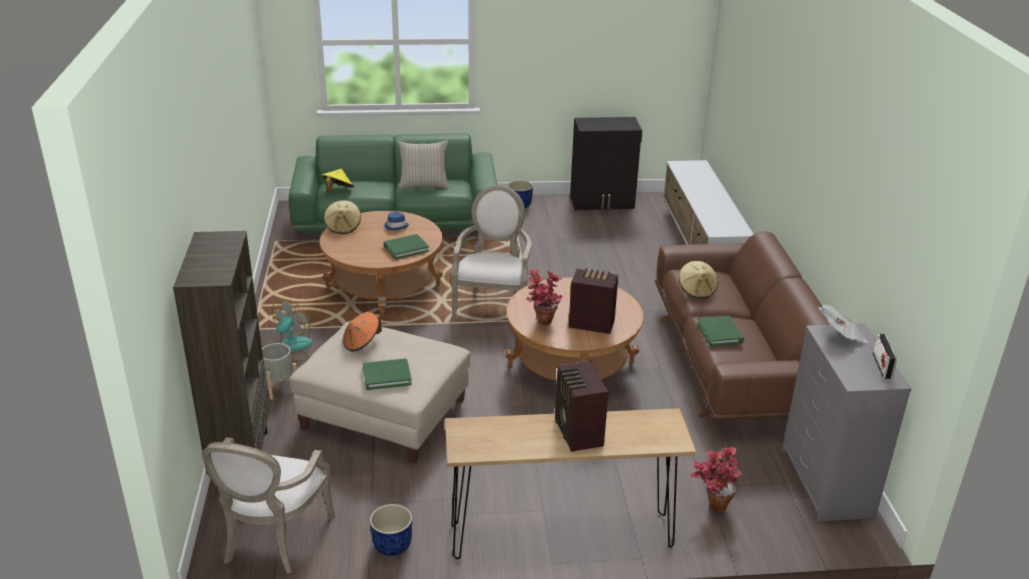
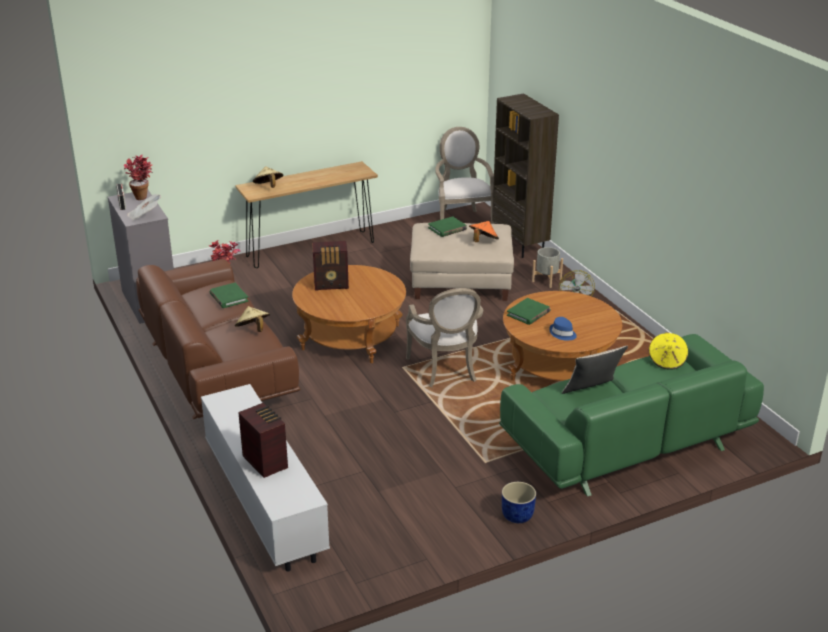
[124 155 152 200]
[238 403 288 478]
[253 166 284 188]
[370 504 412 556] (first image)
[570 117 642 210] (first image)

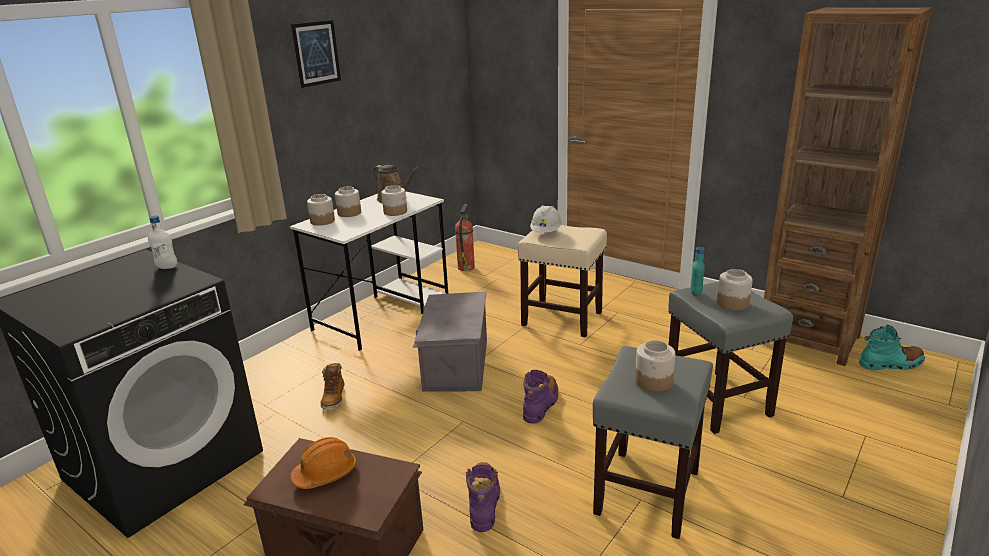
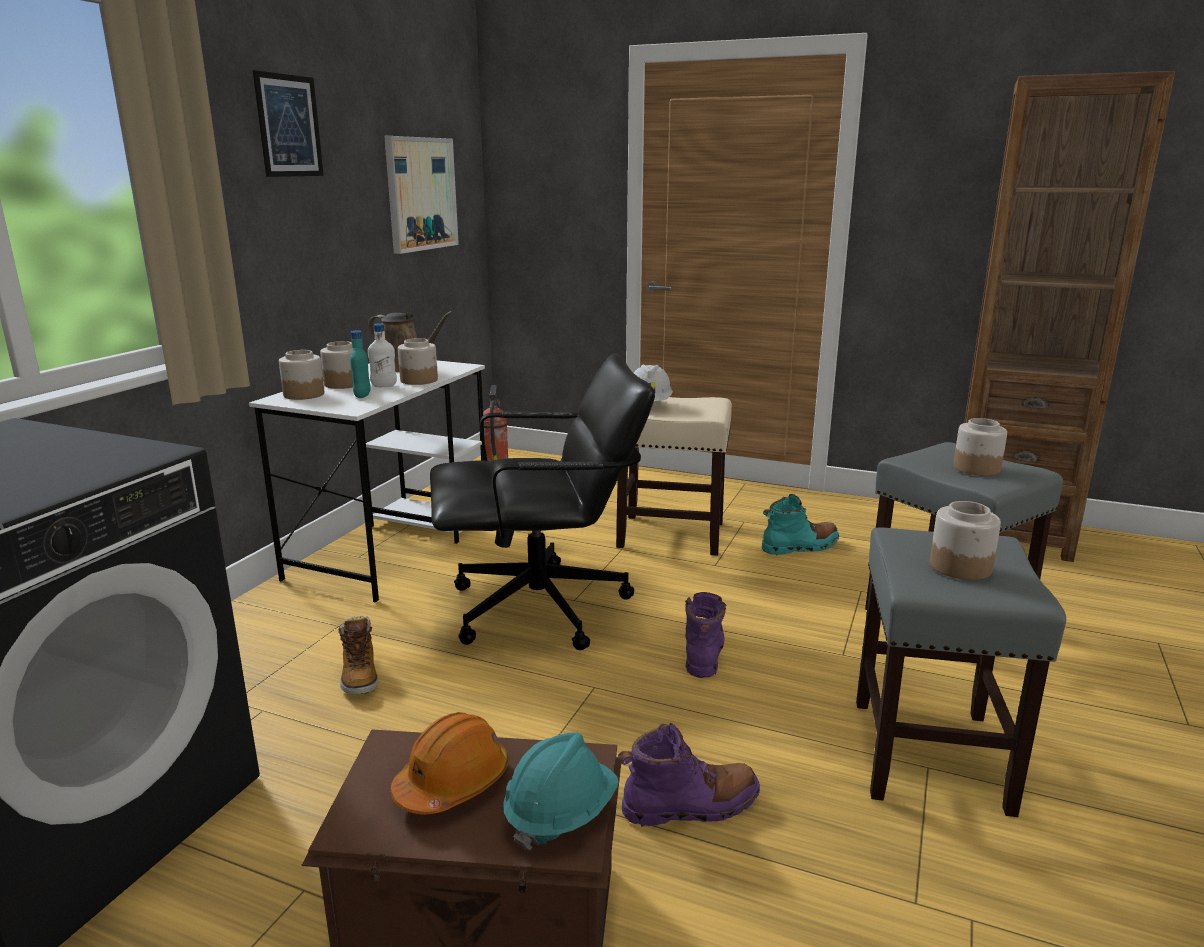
[350 330 371 398]
[368 323 397 387]
[384 136 459 254]
[430 353 655 650]
[503 732 619 851]
[618 723 760 827]
[762 494 839 556]

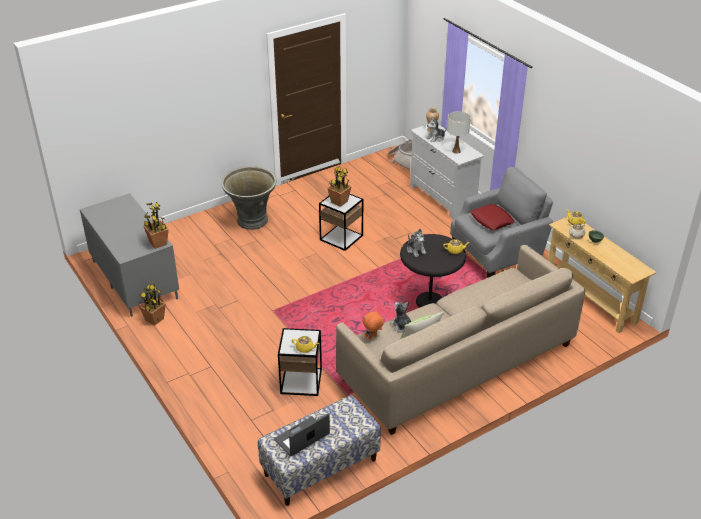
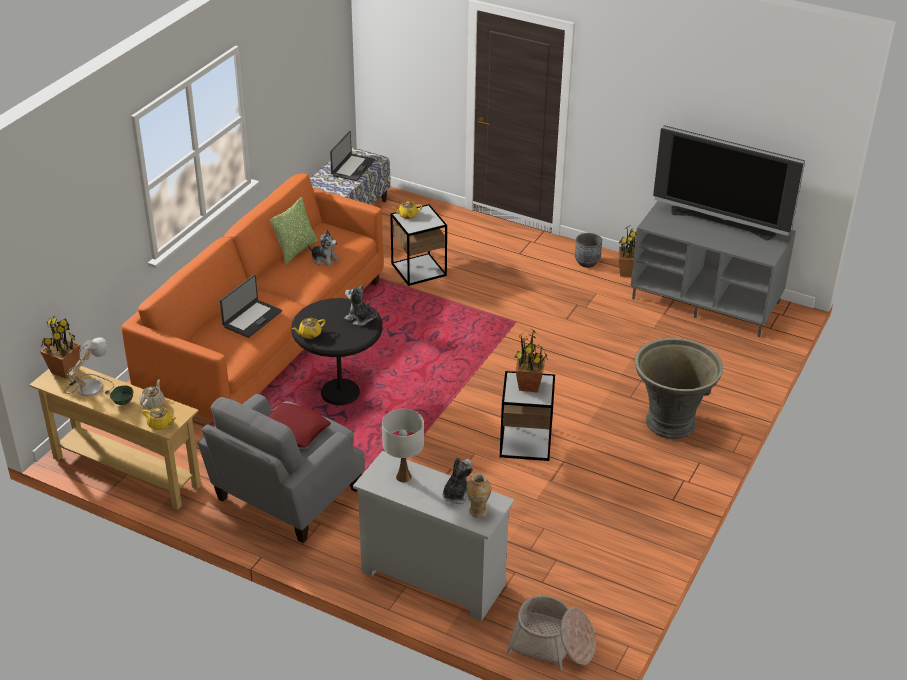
[40 316 81 379]
[64 337 114 396]
[122 174 384 420]
[220 274 282 338]
[575 233 602 268]
[653 125 805 241]
[363 310 384 339] (first image)

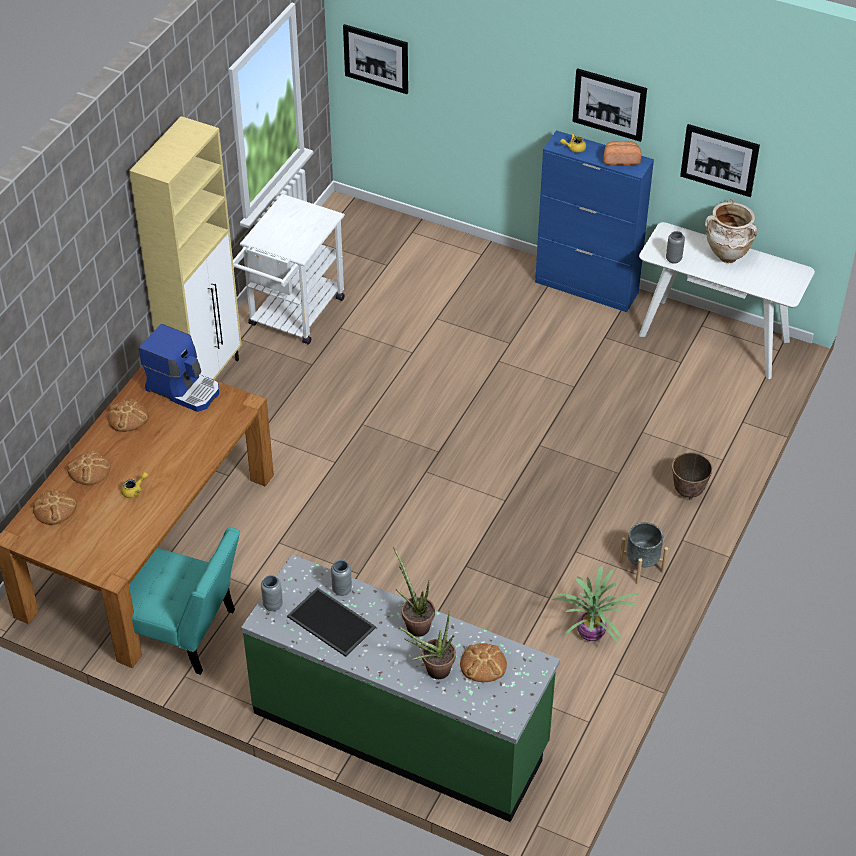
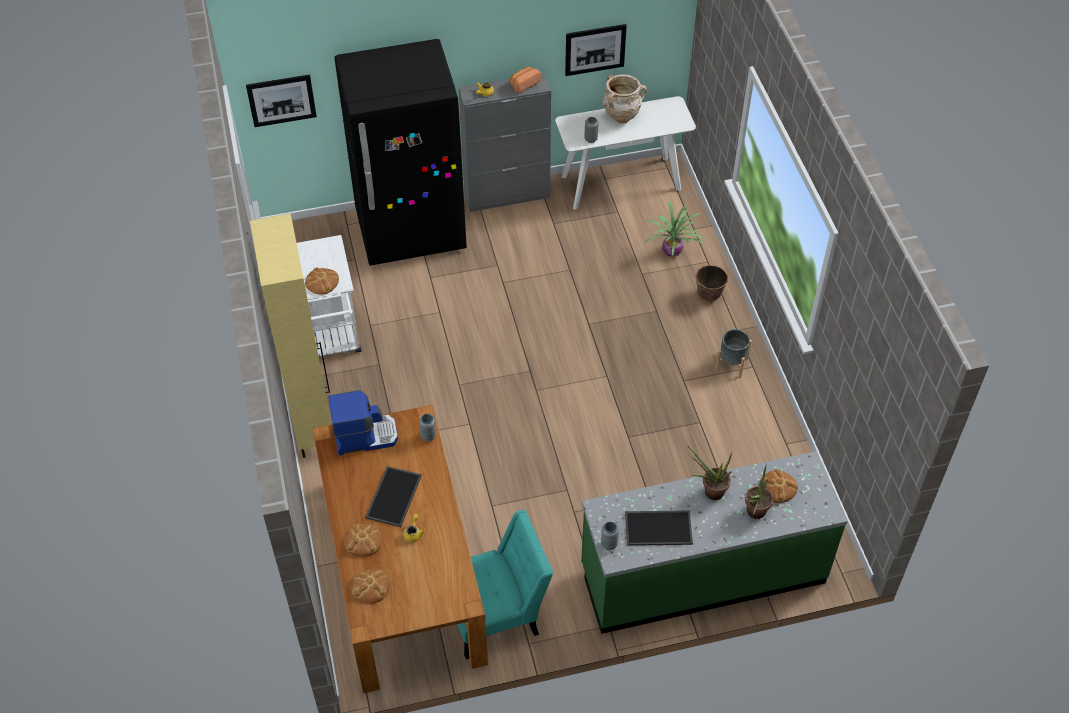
[305 268 339 295]
[334 39 467 266]
[365 466 422 527]
[419 414 436 441]
[458 73 551 212]
[645 201 705 257]
[572 68 647 142] (first image)

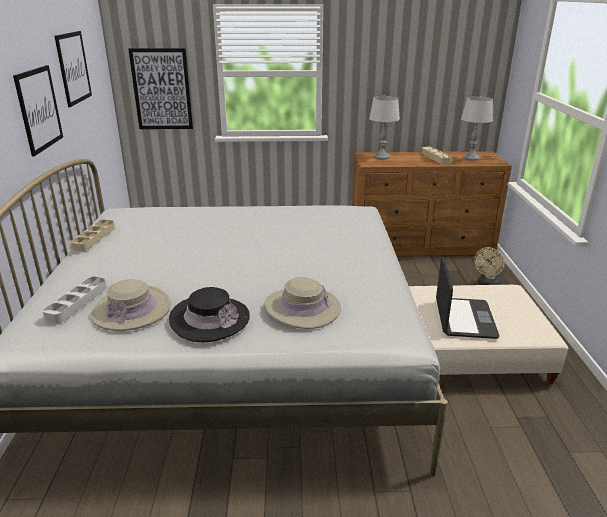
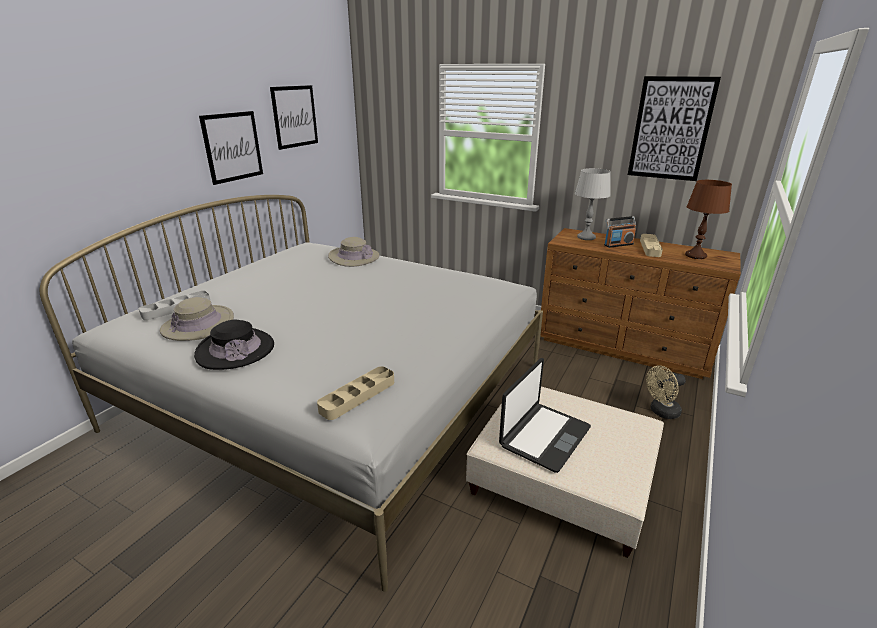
[317 366 394 420]
[328 237 379 267]
[604 216 636 248]
[628 76 721 181]
[685 180 732 259]

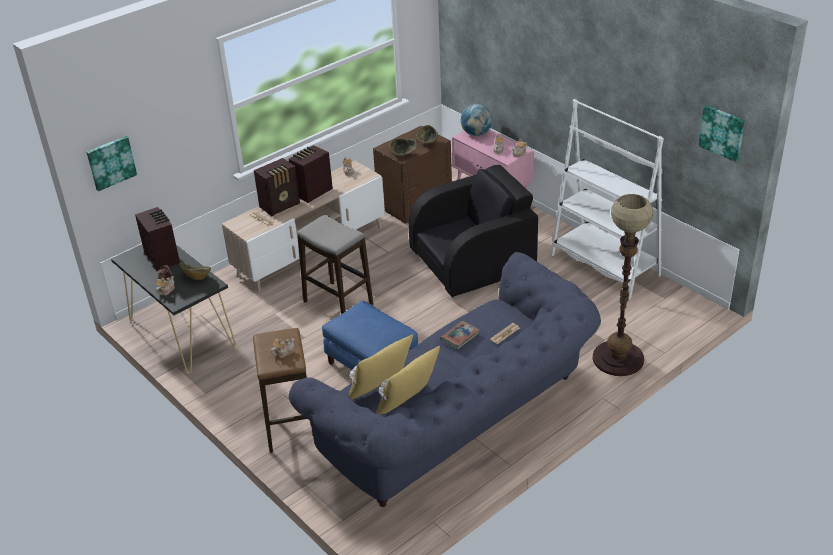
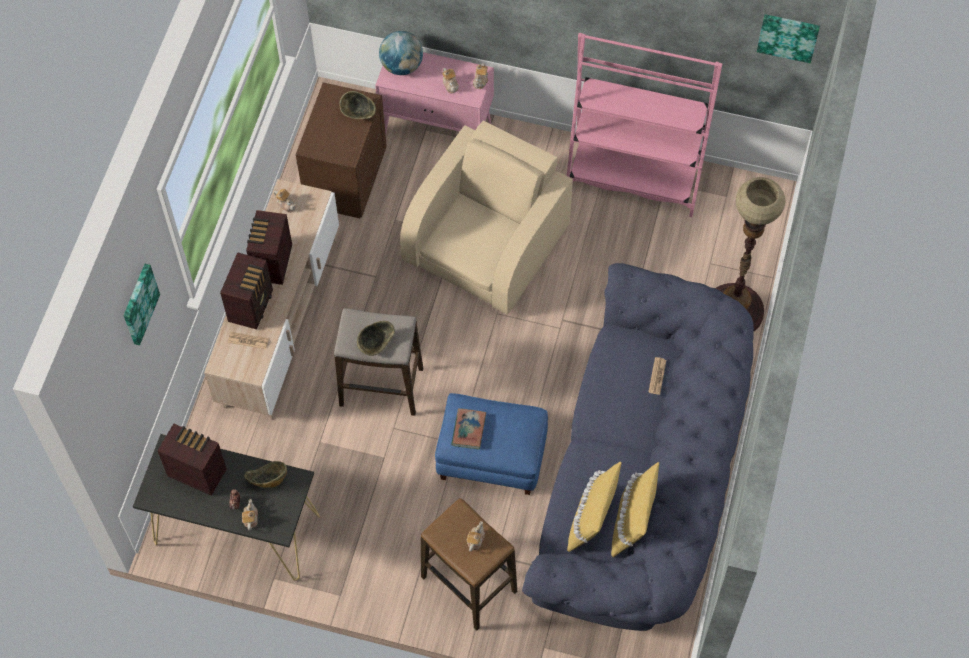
[123 264 160 345]
[357 321 395 356]
[400 121 573 315]
[451 408 486 450]
[567 33 722 217]

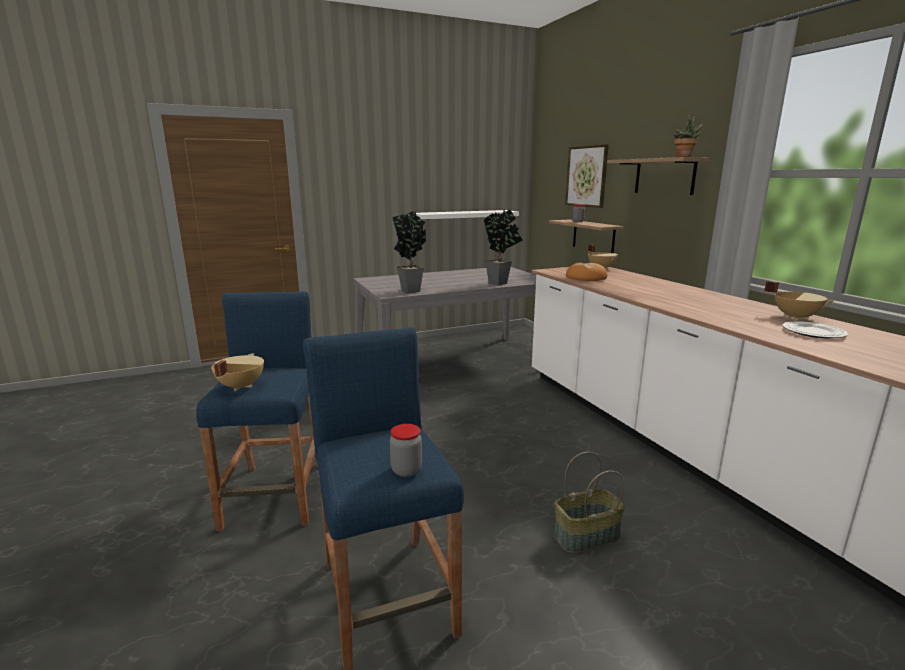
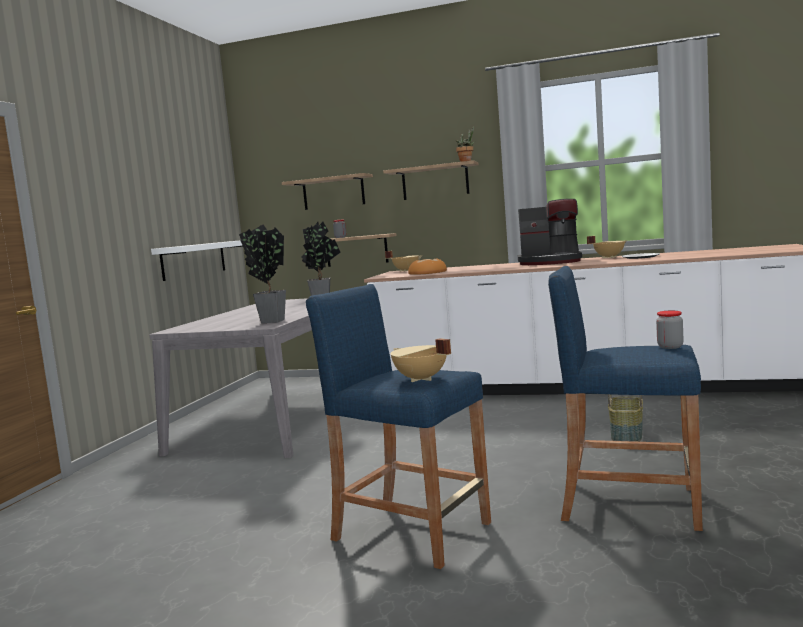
[282 173 373 210]
[518 199 582 265]

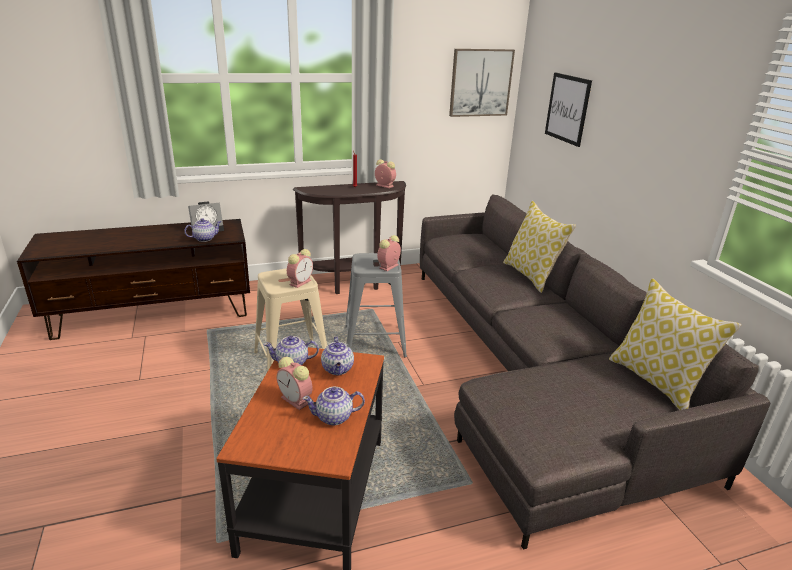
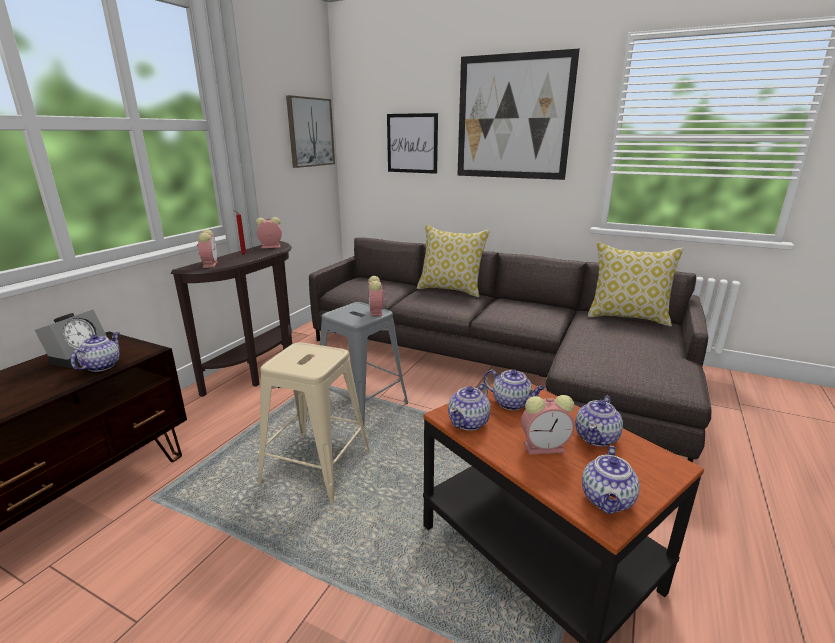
[197 229 218 268]
[457 49 580 180]
[582 446 640 514]

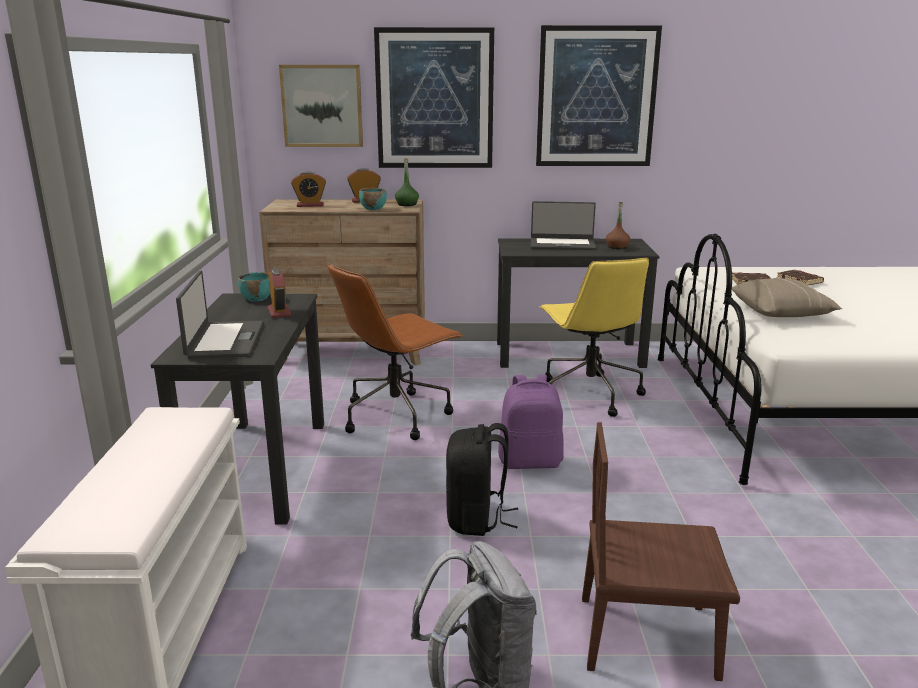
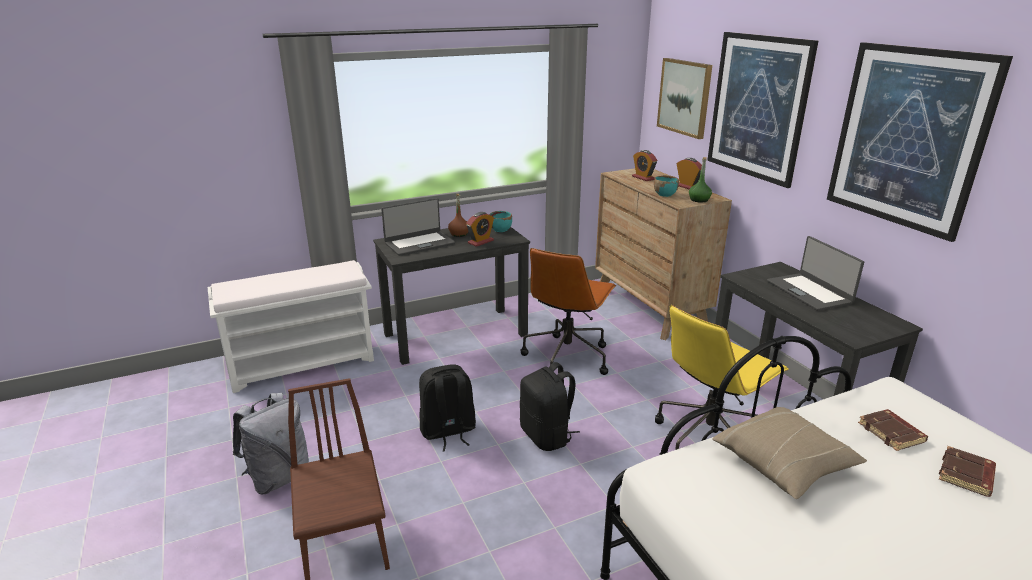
[448 194 469 237]
[520 362 580 451]
[521 248 616 375]

